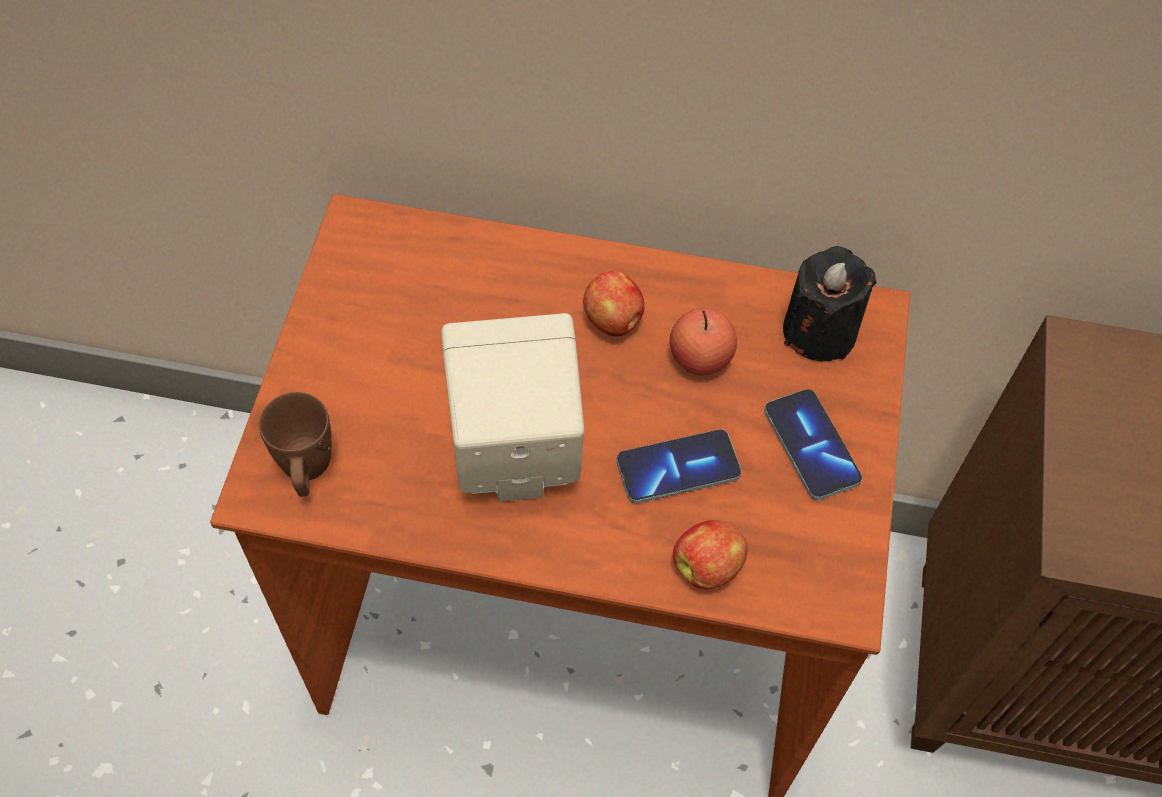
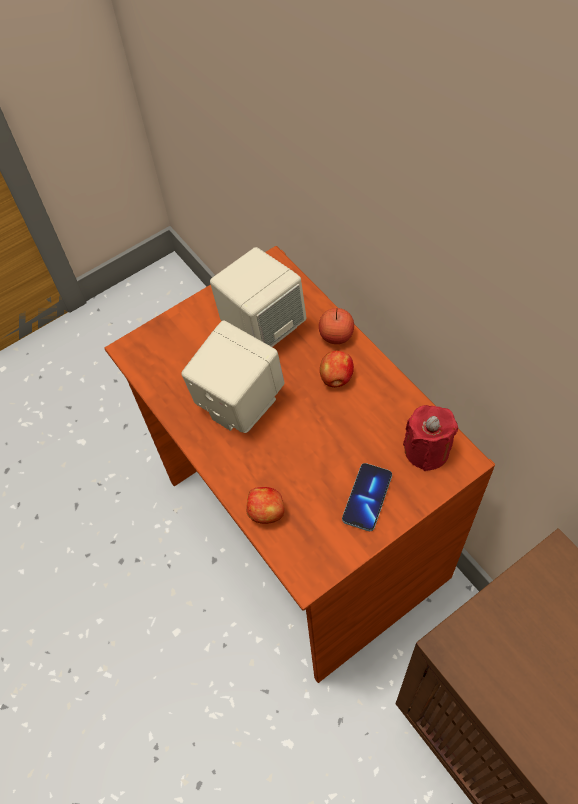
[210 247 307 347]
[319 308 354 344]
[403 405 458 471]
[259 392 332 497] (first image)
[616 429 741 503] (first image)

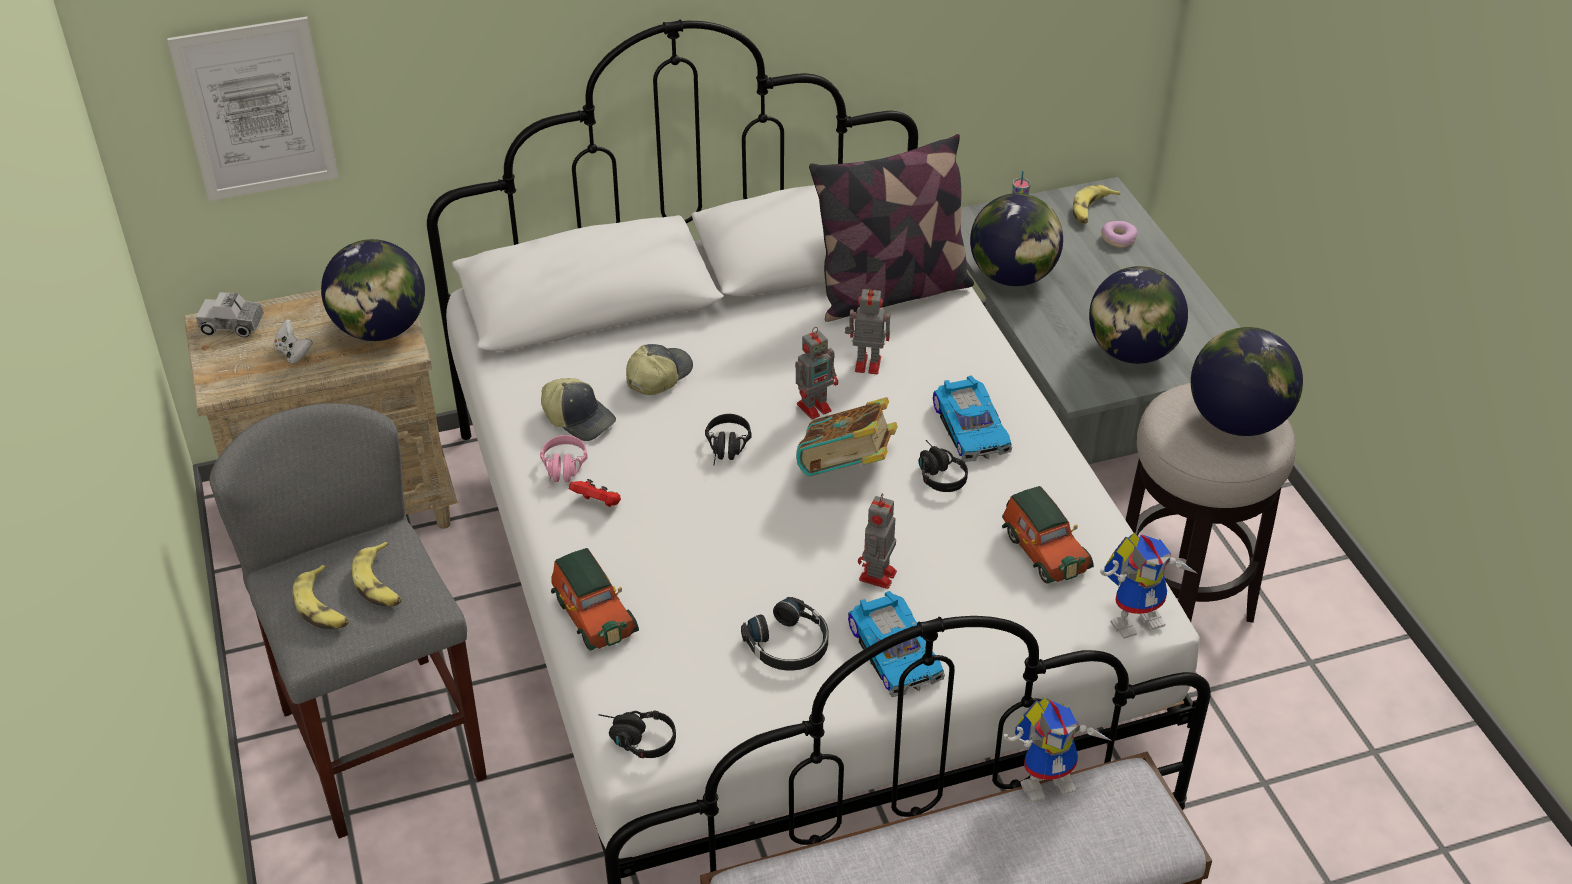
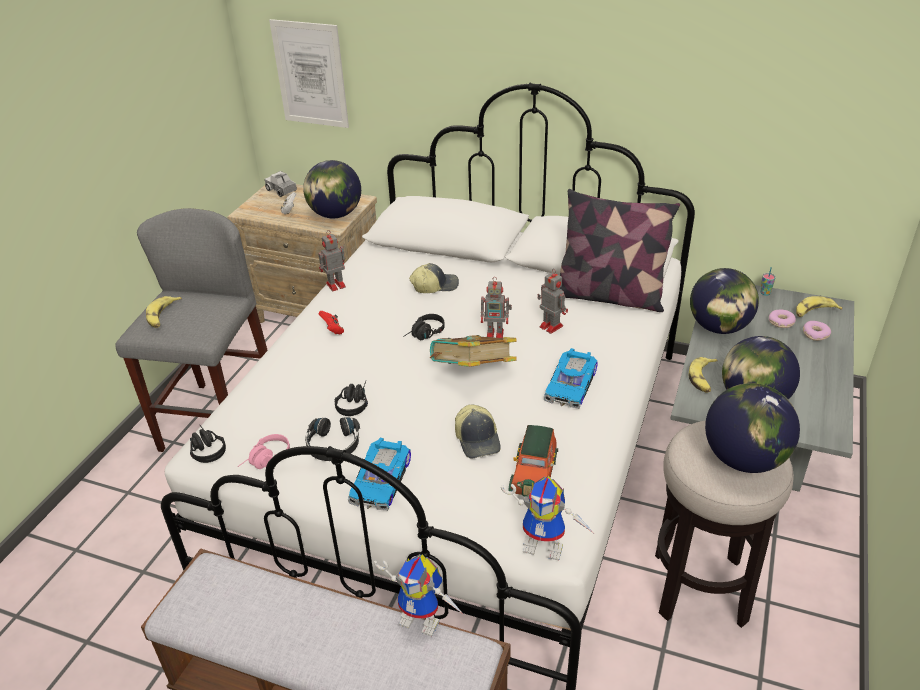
[238 434 290 469]
[318 230 346 291]
[335 381 368 416]
[455 405 501 458]
[689 357 718 393]
[769 310 796 328]
[551 548 639 651] (first image)

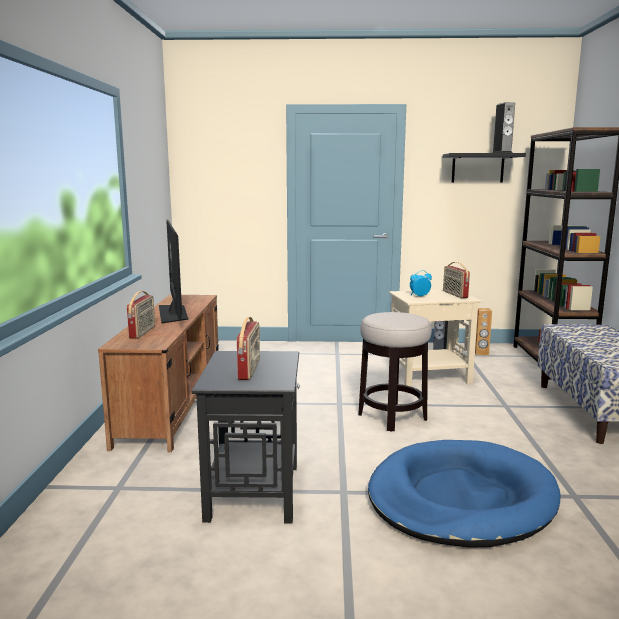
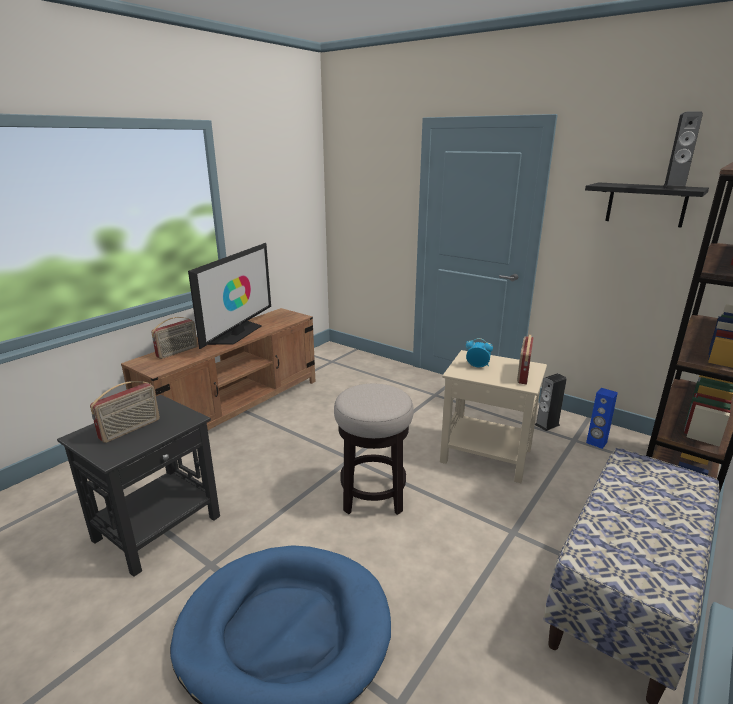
[586 388 618 449]

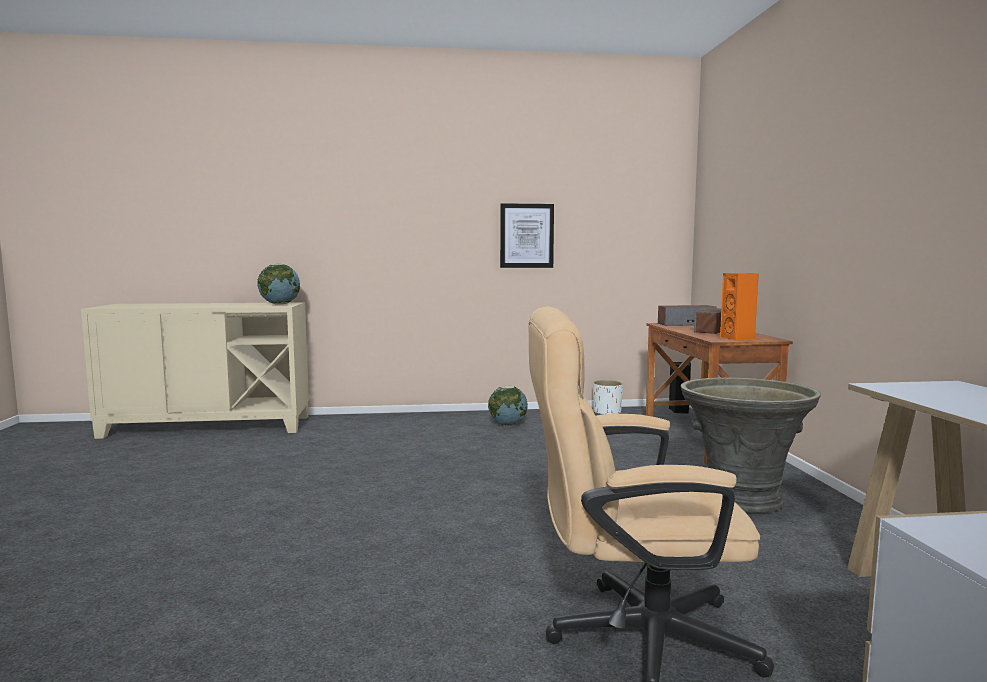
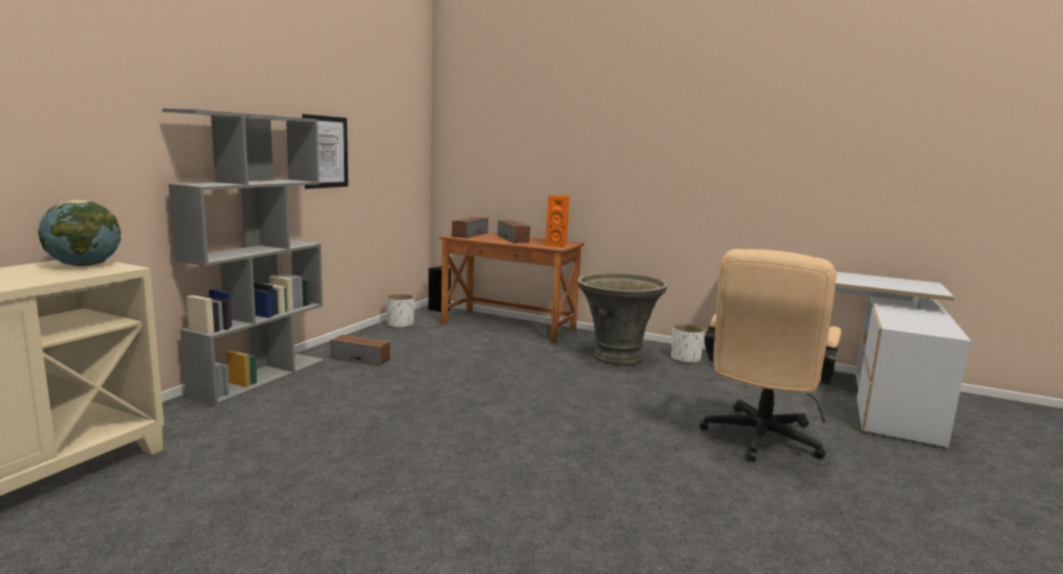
[162 108 324 406]
[330 335 390 366]
[671 324 705 364]

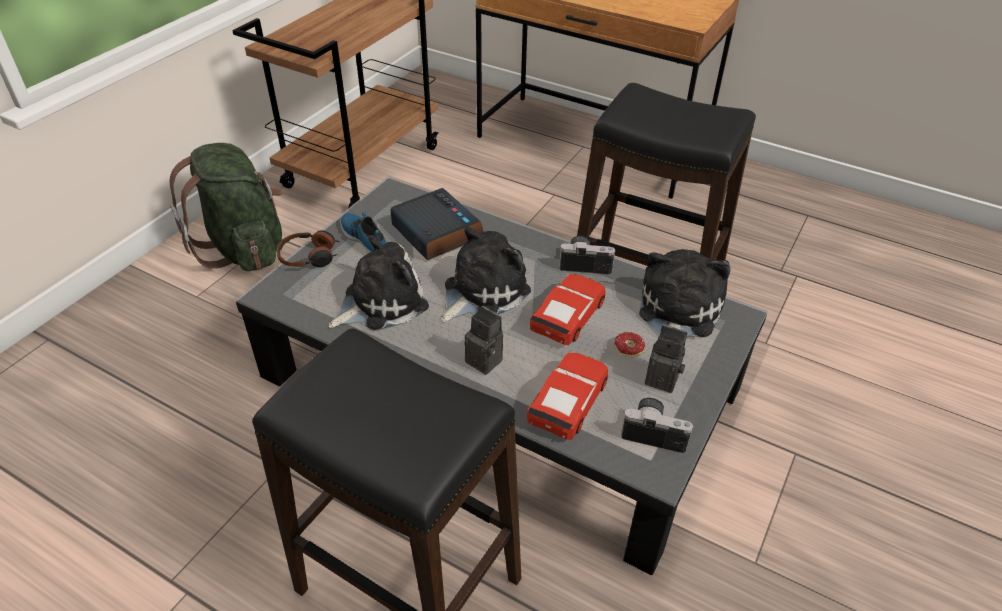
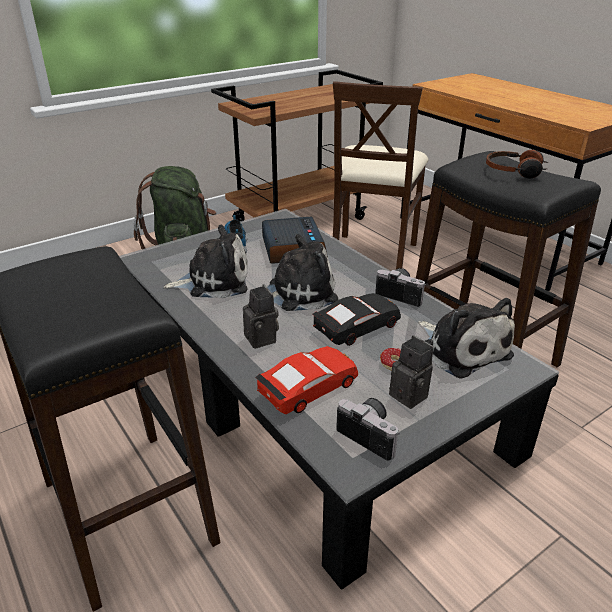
[312 293 401 346]
[333 81 428 269]
[418 298 515 379]
[486 150 549 179]

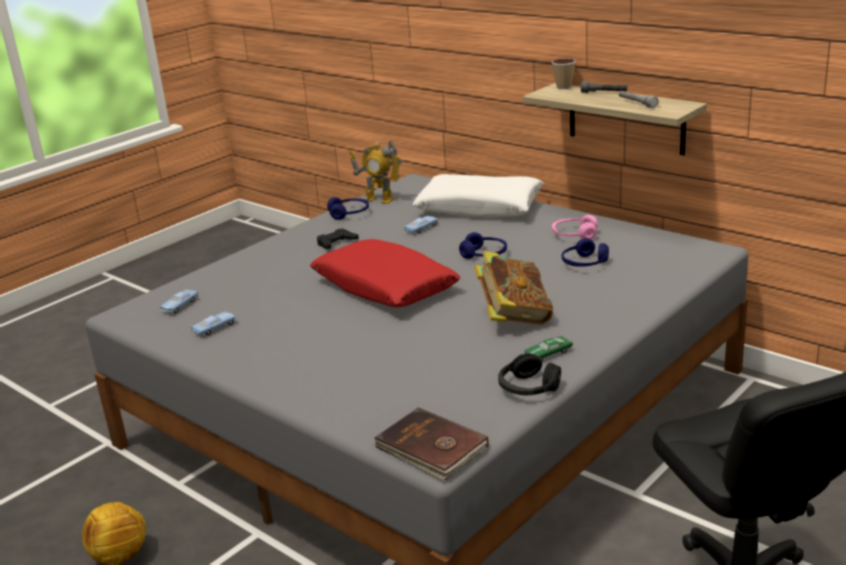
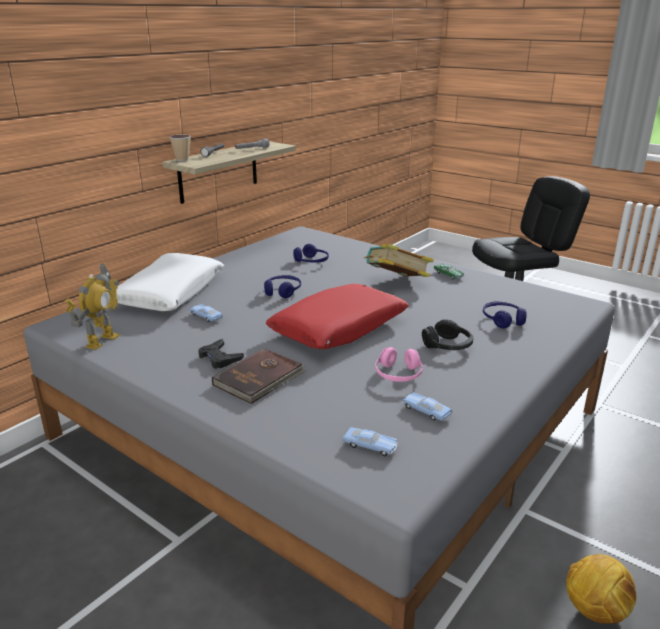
[212 348 307 404]
[375 347 423 382]
[422 319 474 350]
[483 302 526 328]

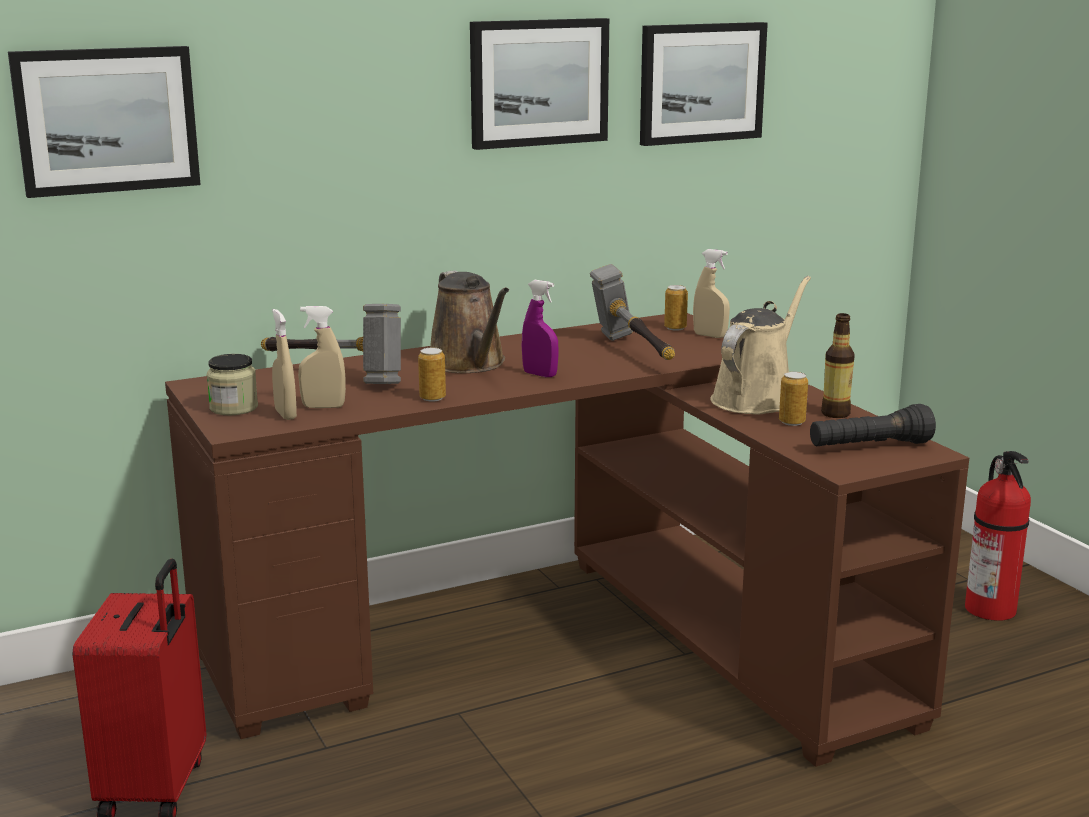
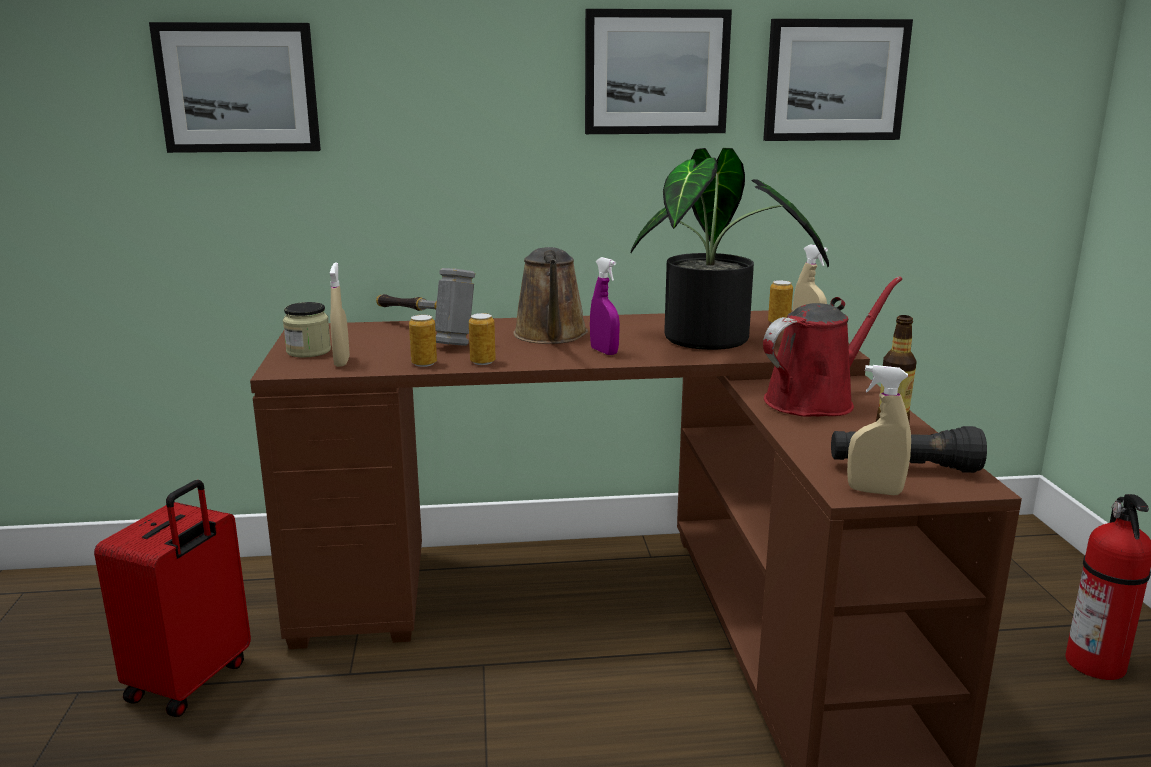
[409 315 437 367]
[631 148 829 350]
[763 276 902 417]
[847 365 911 495]

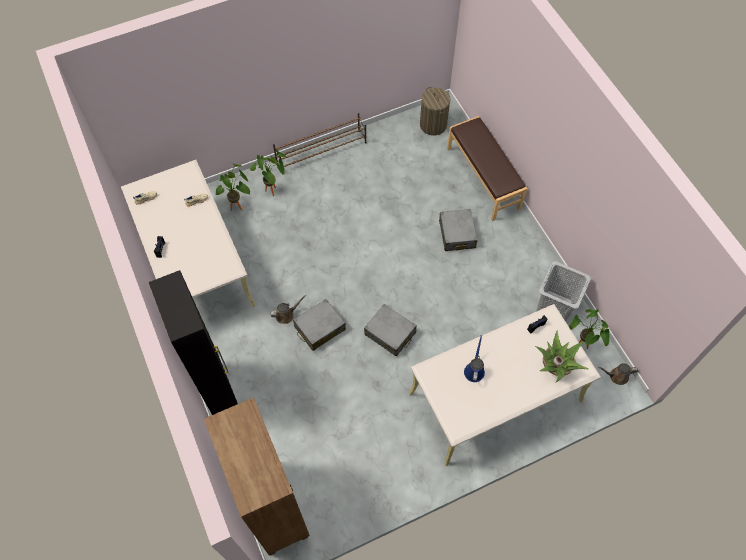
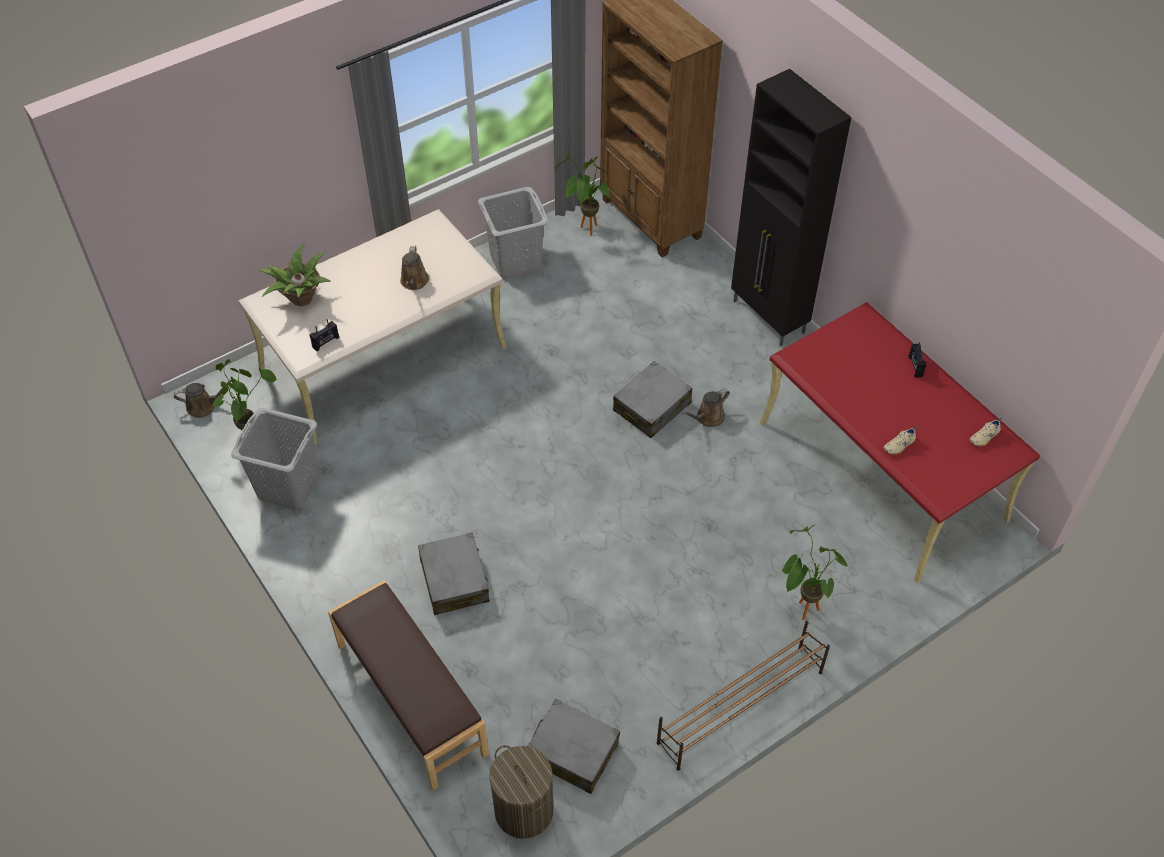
[400 246 429 290]
[478 187 549 279]
[528 699 620 794]
[555 152 609 236]
[760 302 1040 583]

